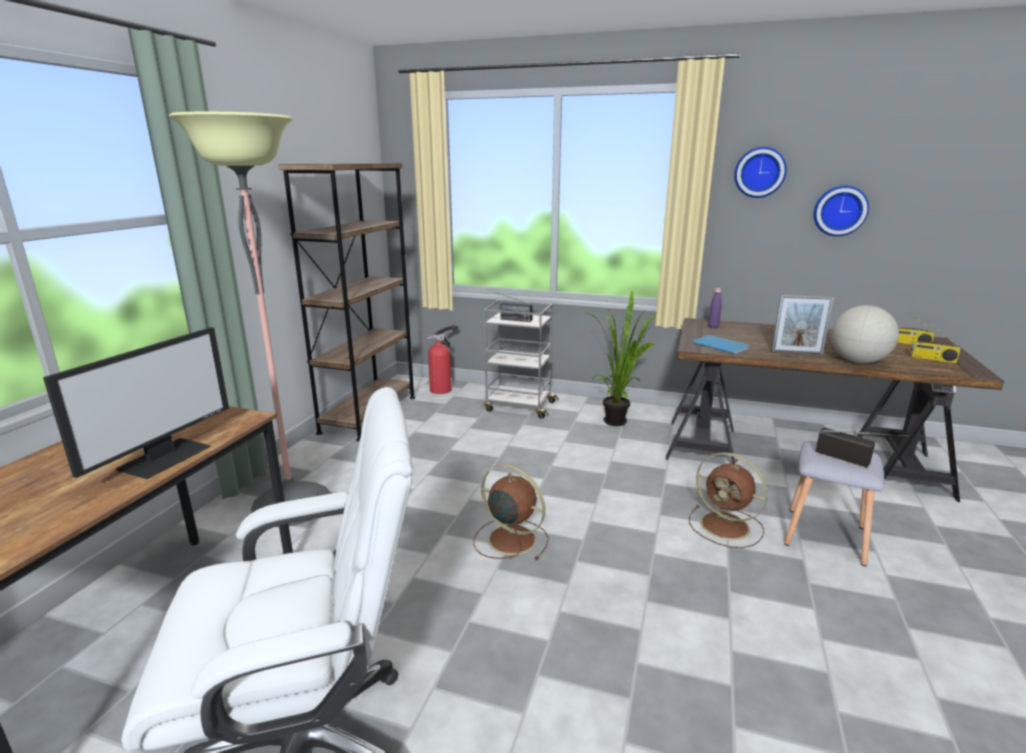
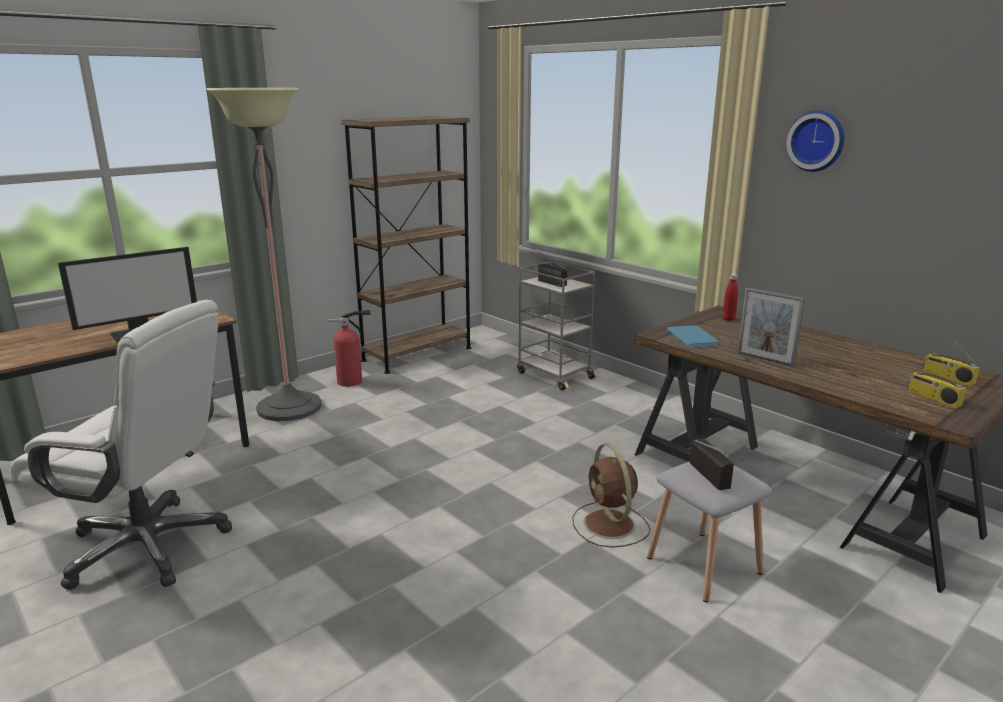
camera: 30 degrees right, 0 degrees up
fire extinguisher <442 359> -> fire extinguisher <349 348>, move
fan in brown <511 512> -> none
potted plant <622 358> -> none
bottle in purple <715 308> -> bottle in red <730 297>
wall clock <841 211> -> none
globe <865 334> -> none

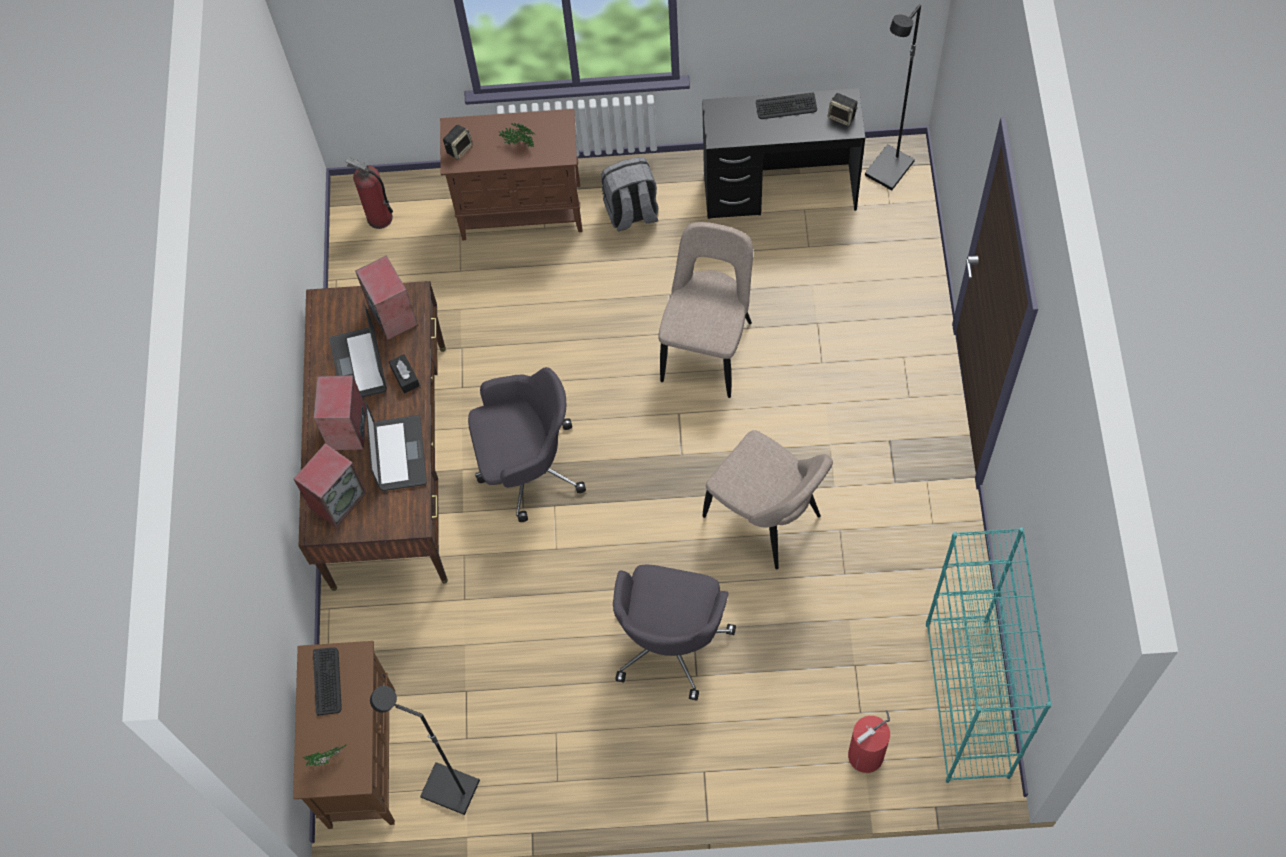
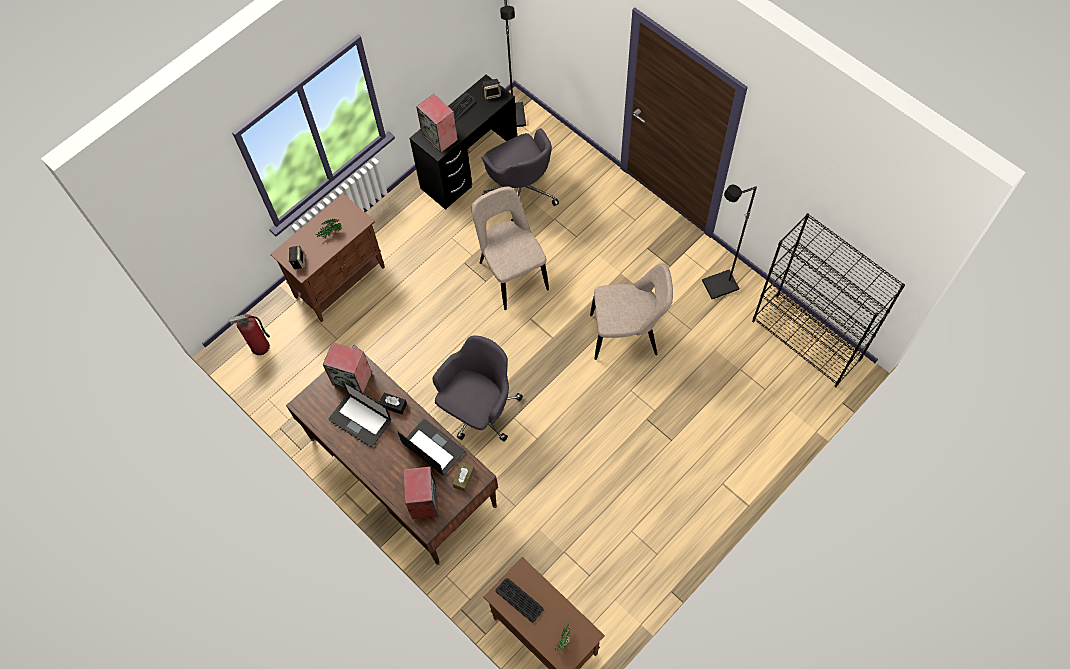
camera: 45 degrees left, 0 degrees up
speaker <340 412> -> speaker <437 123>, move
floor lamp in black <425 750> -> floor lamp in black <729 242>, move
backpack in grey <629 194> -> none
office chair in grey <674 632> -> office chair in grey <520 175>, move
fire extinguisher <869 741> -> none
bookcase in turquoise <989 655> -> bookcase in black <828 300>
none -> tissue box in brown <464 477>

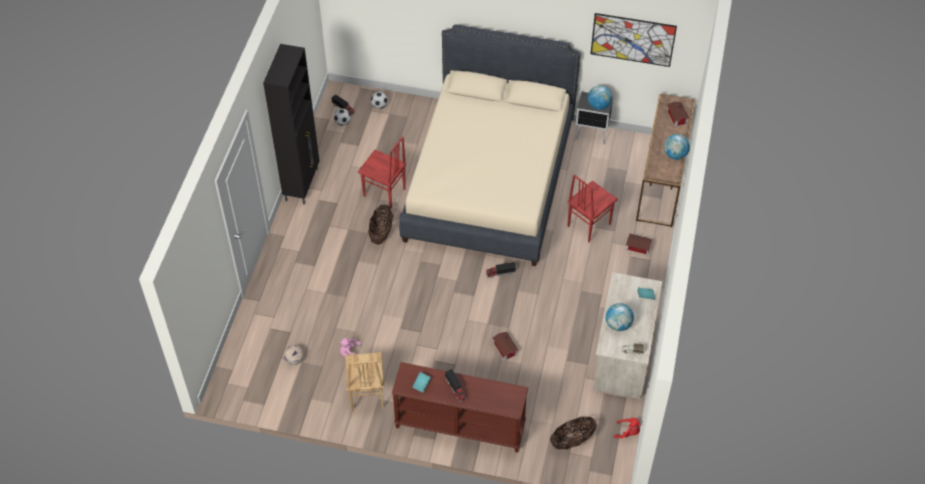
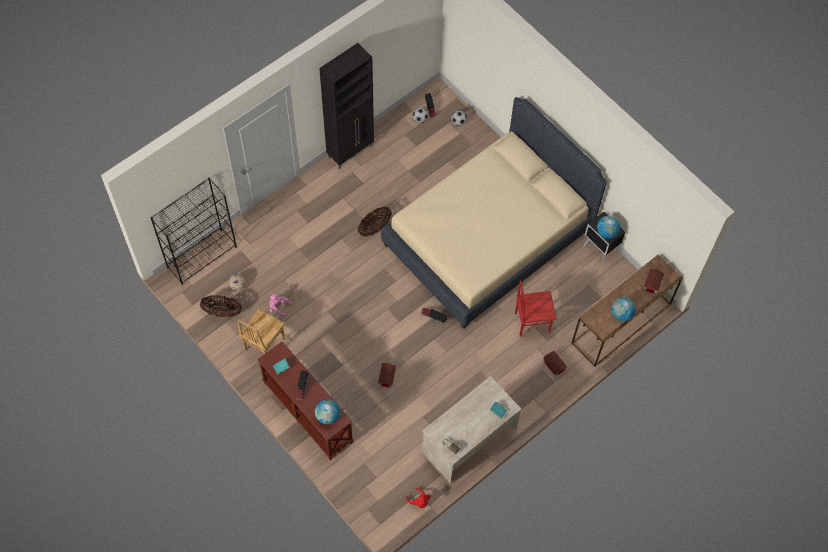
camera: 35 degrees right, 10 degrees up
chair in red <382 172> -> none
basket <573 433> -> basket <221 306>, move
picture <633 40> -> none
globe <620 317> -> globe <327 411>, move
none -> bookcase in black <193 231>

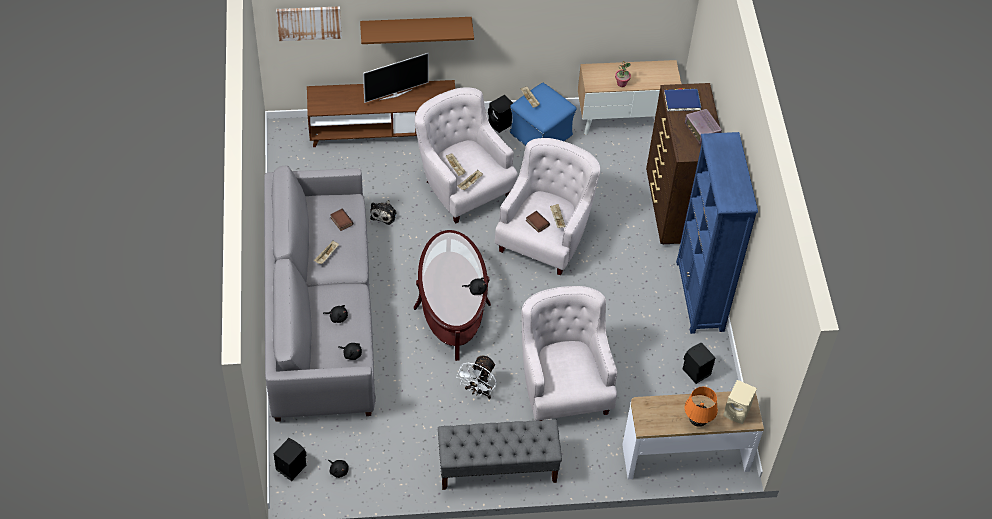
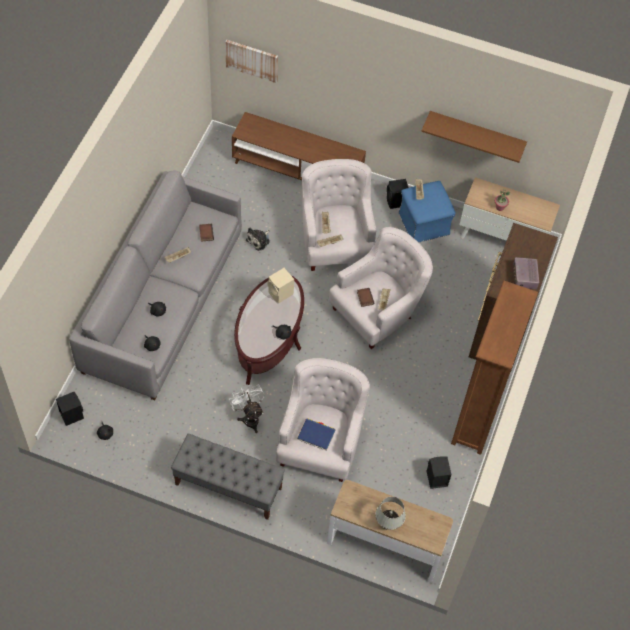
camera: 25 degrees right, 5 degrees up
shelf in brown <417 30> -> shelf in brown <474 137>, move
television <396 78> -> none
fan in white <476 377> -> fan in white <247 408>, 105 degrees clockwise
book in blue <682 99> -> book in blue <316 434>, move
bookcase in blue <717 233> -> bookcase in brown <494 367>
table lamp in orange <701 407> -> table lamp in white <390 513>
speaker in beige <740 402> -> speaker in beige <281 286>, move

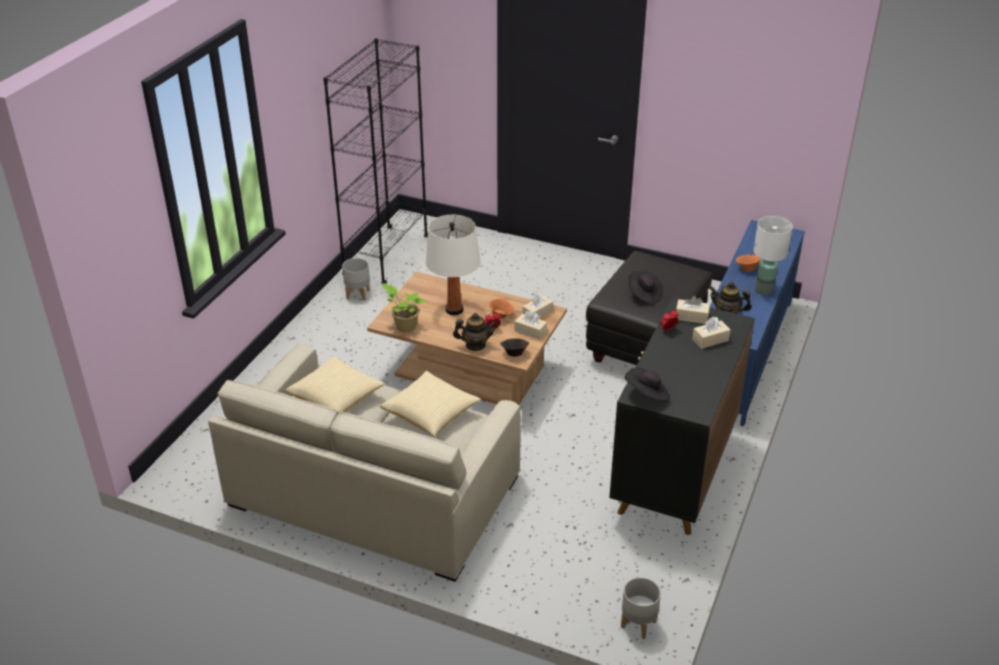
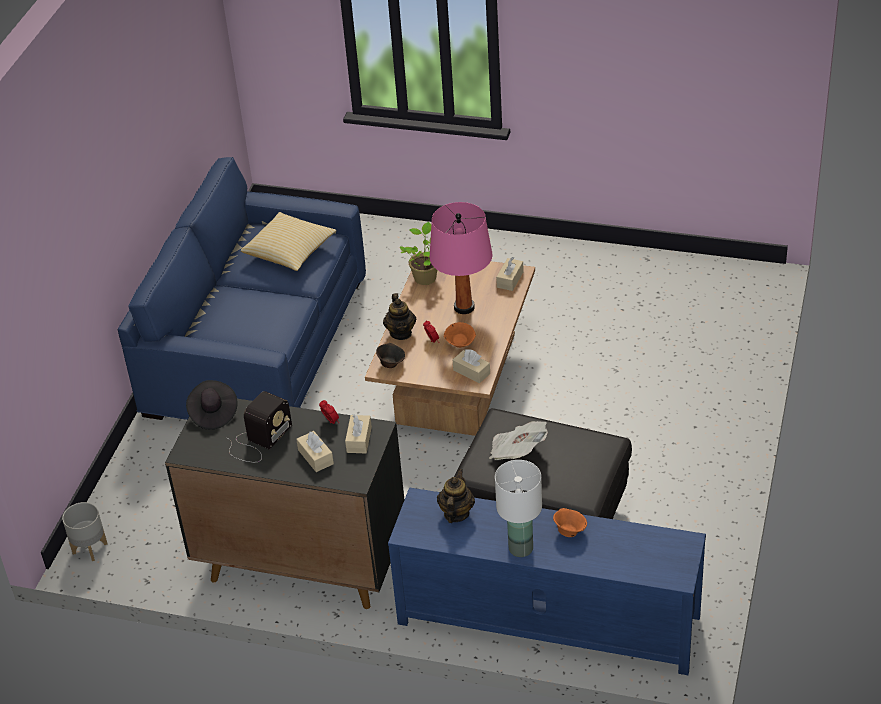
camera: 85 degrees right, 5 degrees up
sofa in beige <364 463> -> sofa in blue <242 288>
bookcase in black <375 161> -> none
planter in grey <356 279> -> none
pillow <430 404> -> none
table lamp in white <453 264> -> table lamp in pink <461 258>
tissue box in beige <531 325> -> tissue box in beige <510 274>, move
hat in black <646 287> -> newspaper <518 440>
none -> radio <259 426>

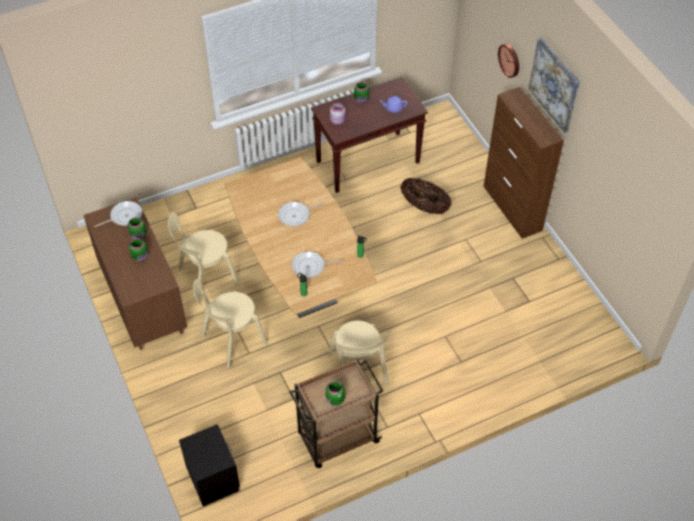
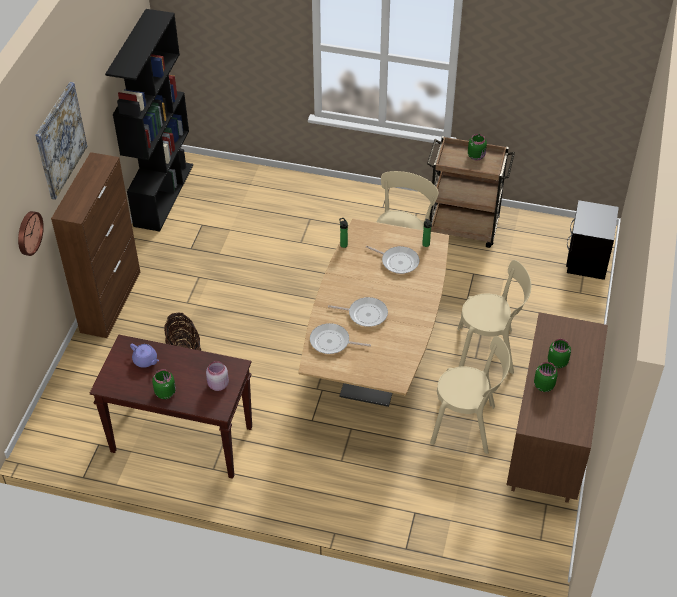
camera: 140 degrees left, 5 degrees down
frying pan <118 214> -> frying pan <340 338>, move
none -> bookcase in black <149 120>

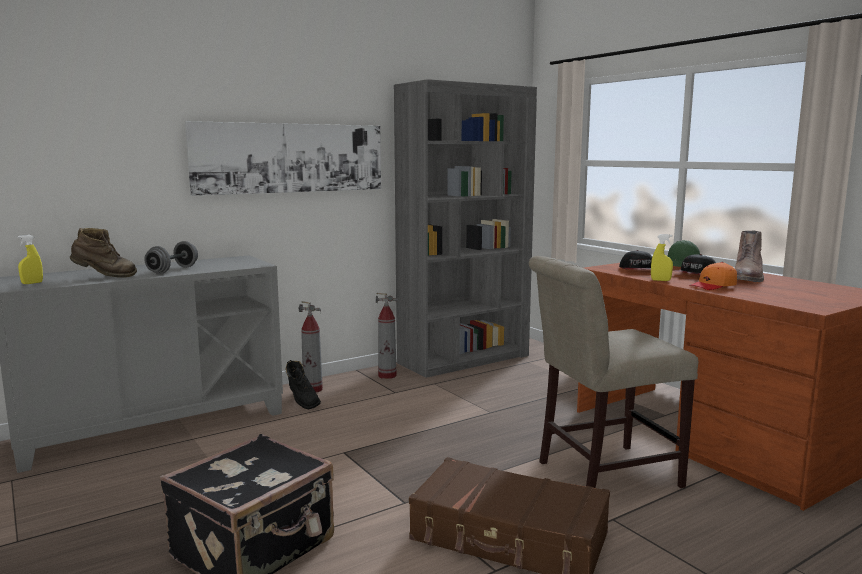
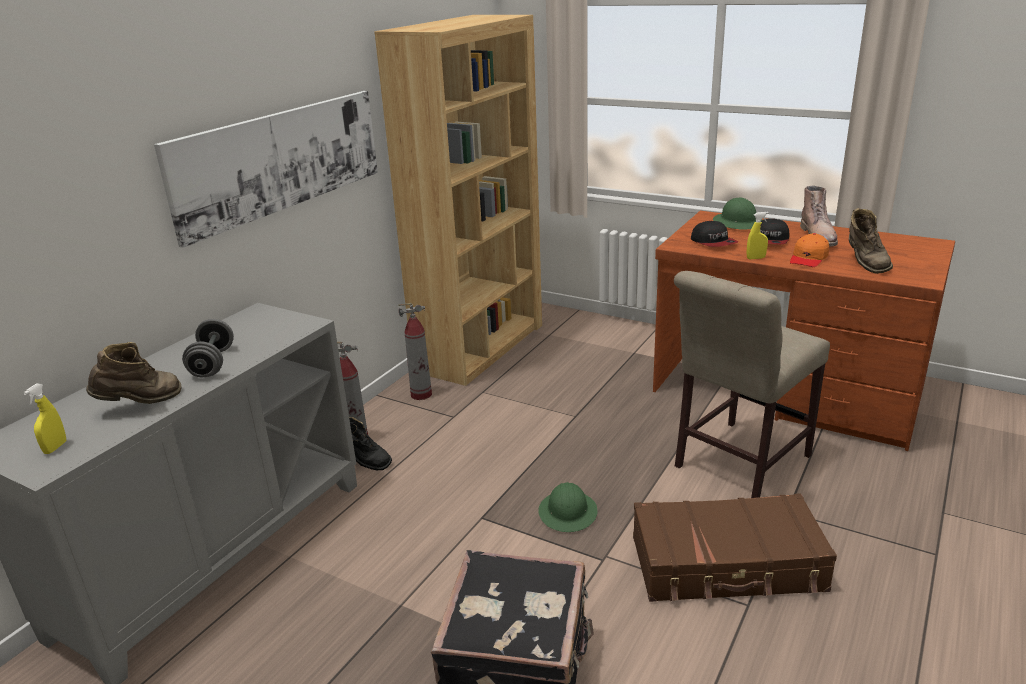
camera: 25 degrees left, 15 degrees up
bookcase in grey <465 228> -> bookcase in brown <458 200>
none -> hard hat in green <567 507>
none -> boot in brown <871 241>

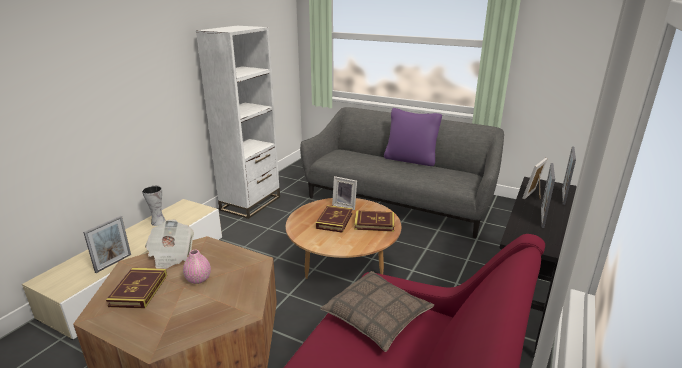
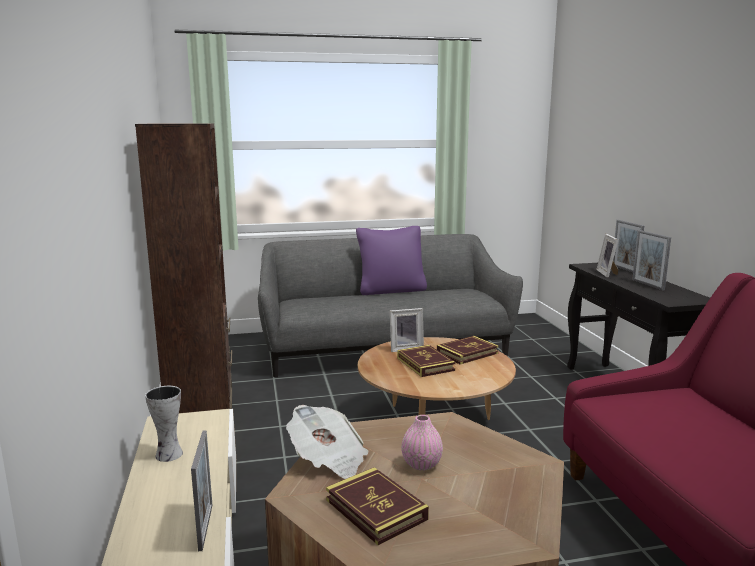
camera: 40 degrees left, 10 degrees down
bookcase in white <238 122> -> bookcase in brown <183 268>
pillow <377 311> -> none

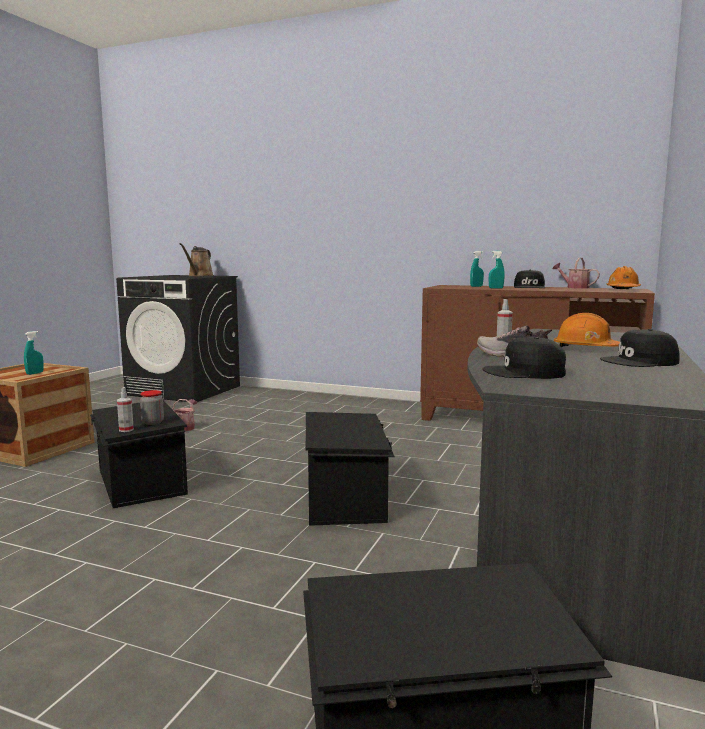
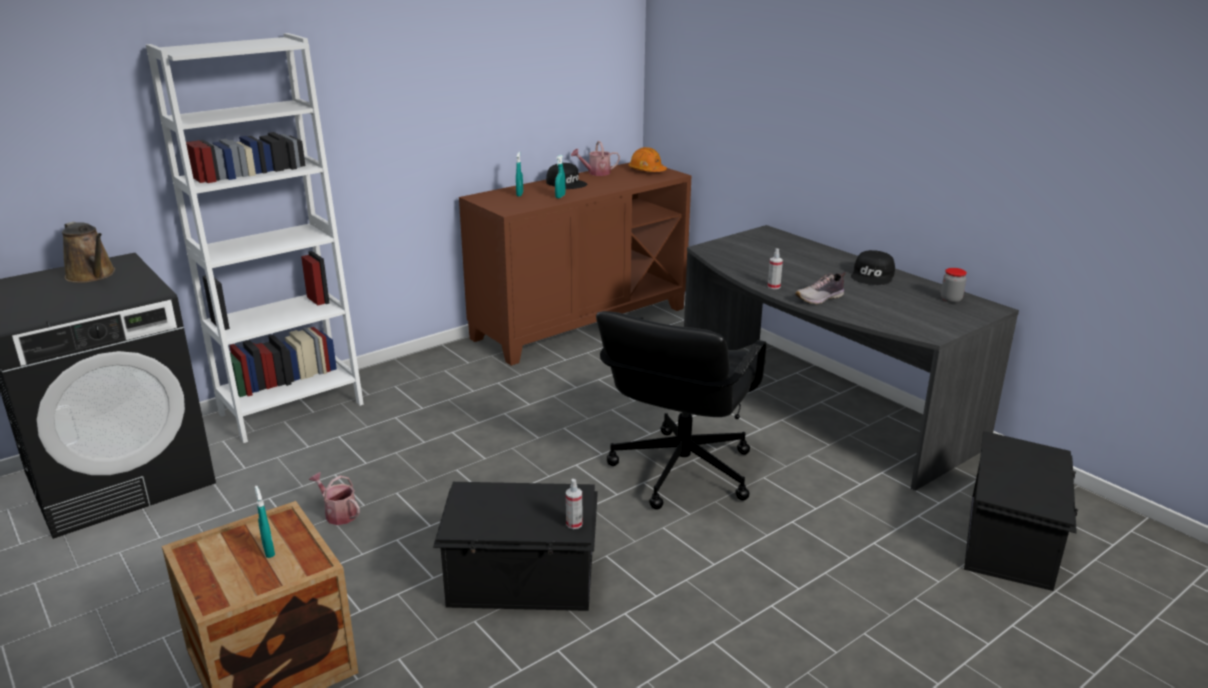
camera: 60 degrees left, 15 degrees up
jar <152 407> -> jar <954 285>, move
storage box in black <350 469> -> office chair in black <681 410>
cap in black <524 358> -> none
hard hat in orange <587 330> -> none
none -> bookcase in white <255 238>

